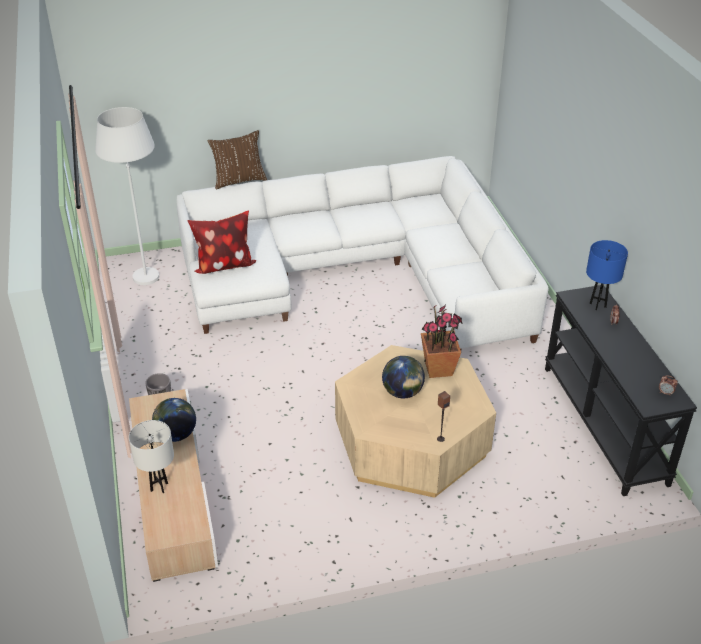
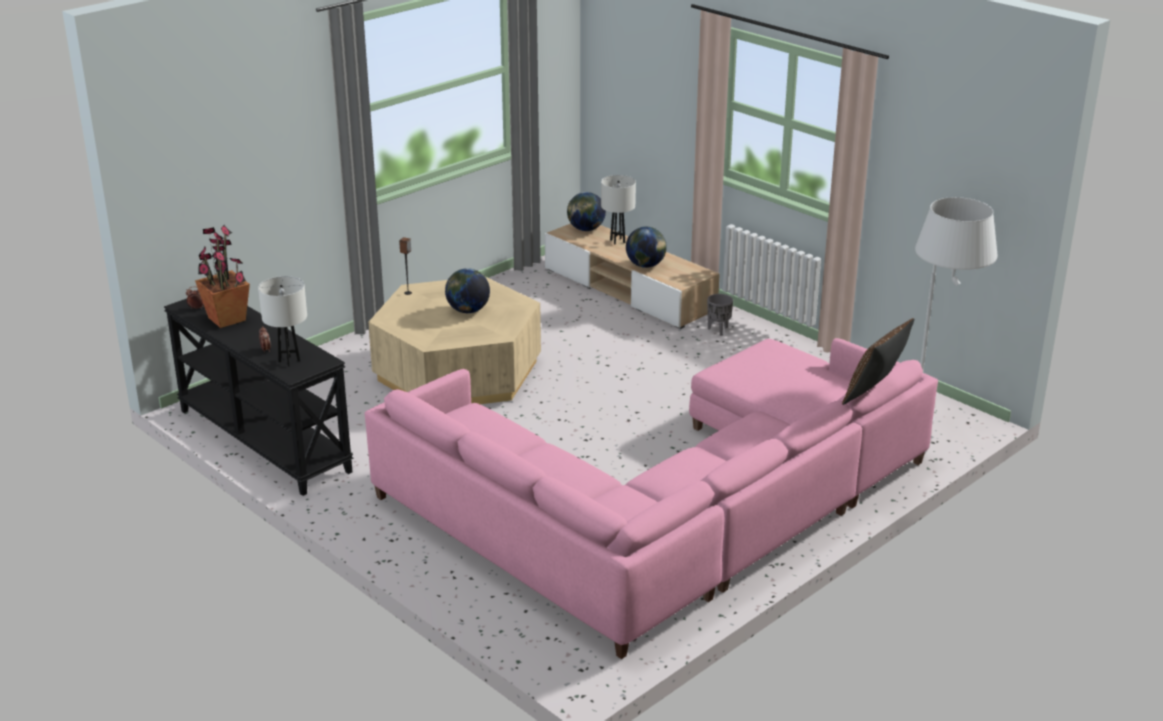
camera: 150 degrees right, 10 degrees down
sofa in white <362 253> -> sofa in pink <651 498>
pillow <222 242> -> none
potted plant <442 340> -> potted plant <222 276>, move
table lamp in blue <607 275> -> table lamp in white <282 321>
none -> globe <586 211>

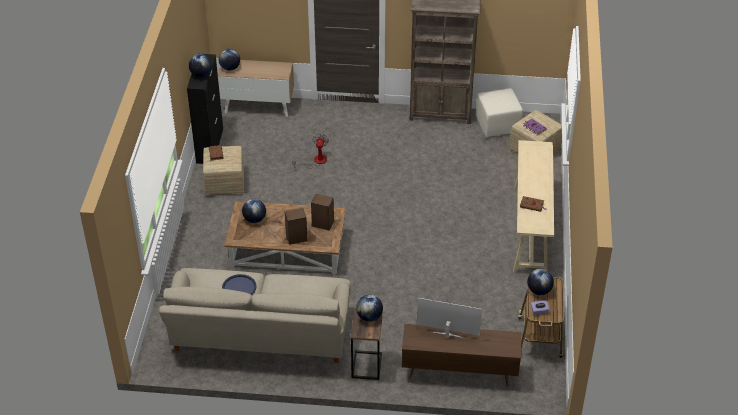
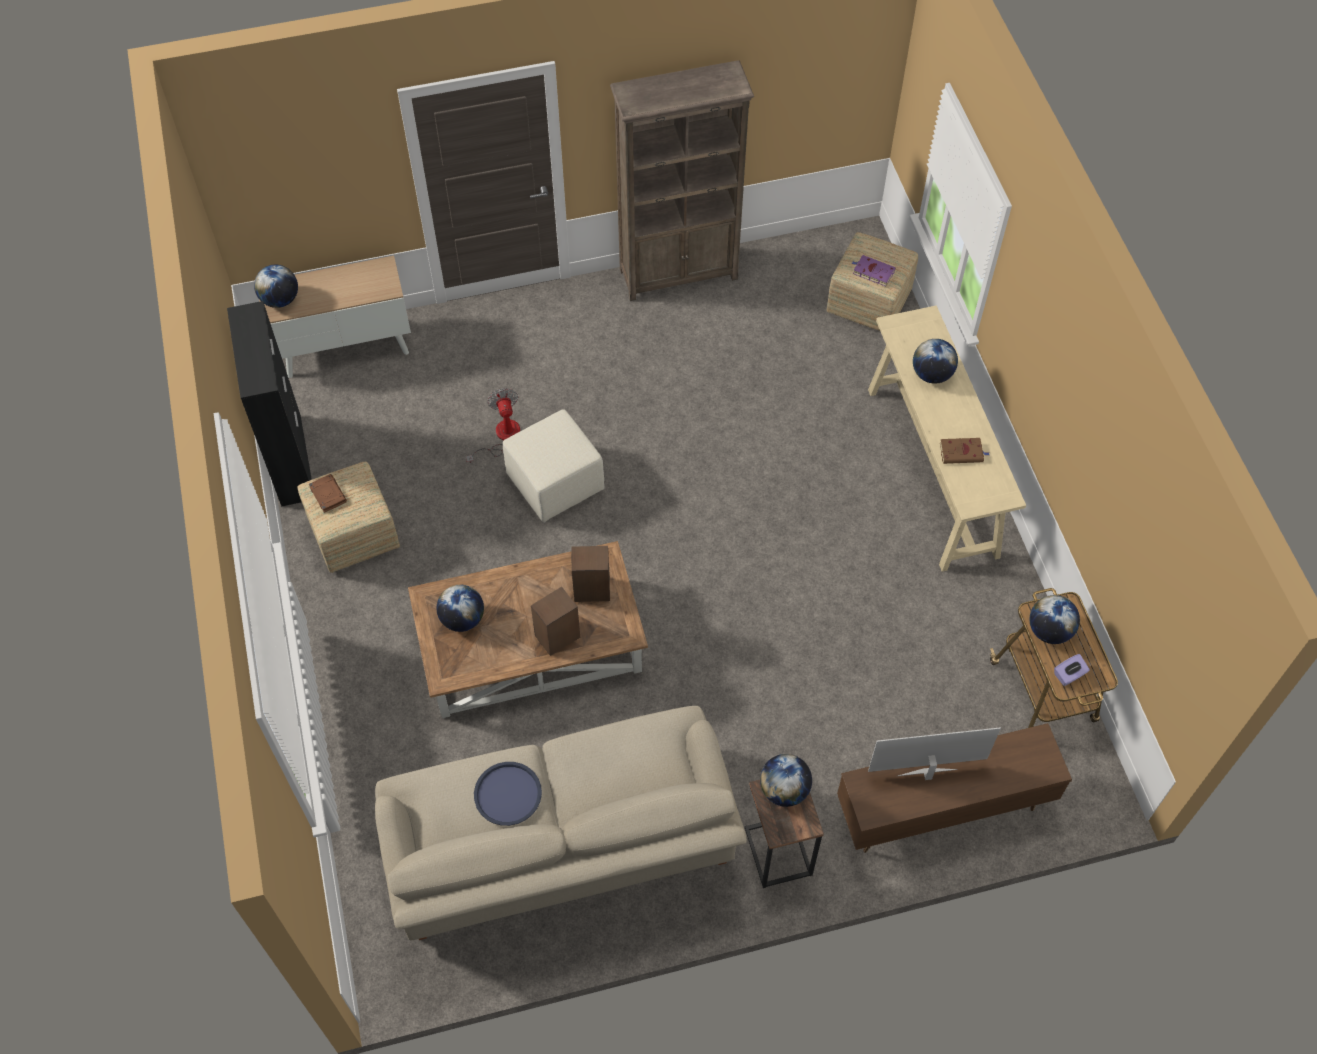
camera: 20 degrees left, 15 degrees up
globe <200 65> -> globe <935 361>, move
ottoman in beige <499 112> -> ottoman in beige <553 465>, move

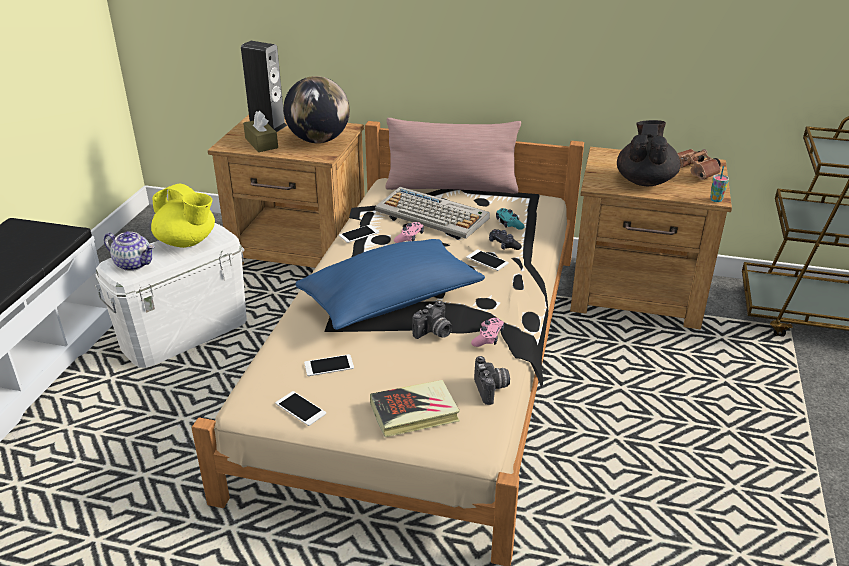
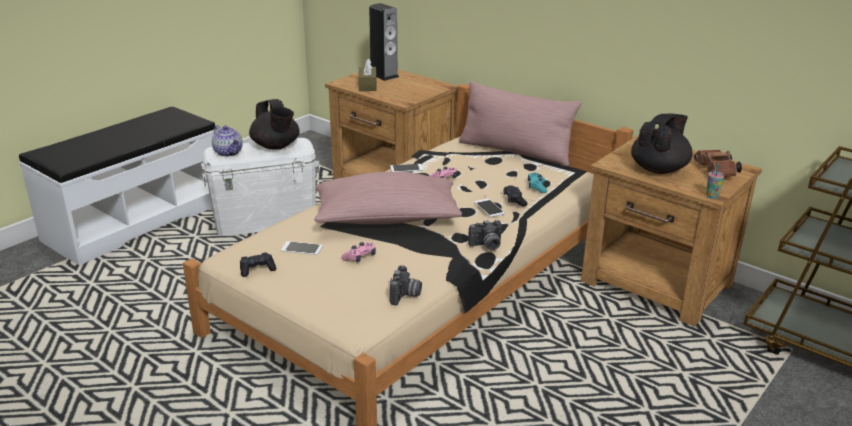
camera: 25 degrees right, 5 degrees down
teapot in yellow <183 215> -> teapot in black <274 124>
phone <300 408> -> game controller in black <258 264>
globe <317 109> -> none
pillow in blue <390 284> -> pillow in pink <388 198>
book <415 408> -> none
keyboard <432 213> -> none
photo camera <432 320> -> photo camera <485 235>, move
game controller in pink <487 332> -> game controller in pink <358 252>, move

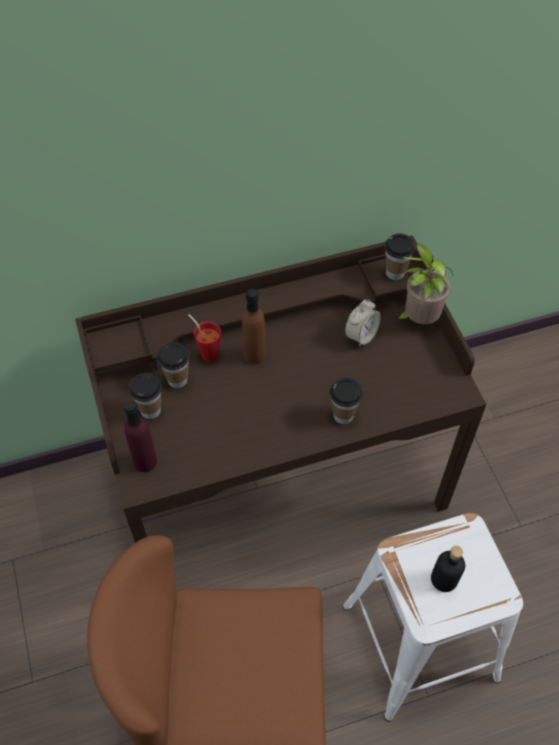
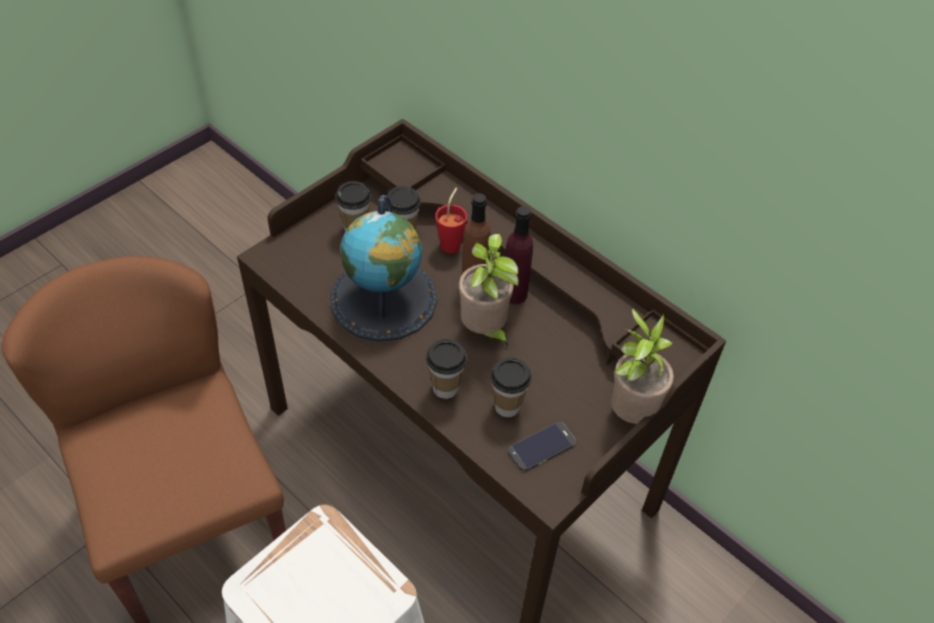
camera: 60 degrees right, 5 degrees down
bottle in purple <140 436> -> bottle in purple <519 255>, move
alarm clock <363 323> -> none
cup <400 257> -> cup <511 387>, move
bottle in black <448 569> -> none
none -> globe <383 268>
none -> potted plant <489 290>
none -> phone <542 446>

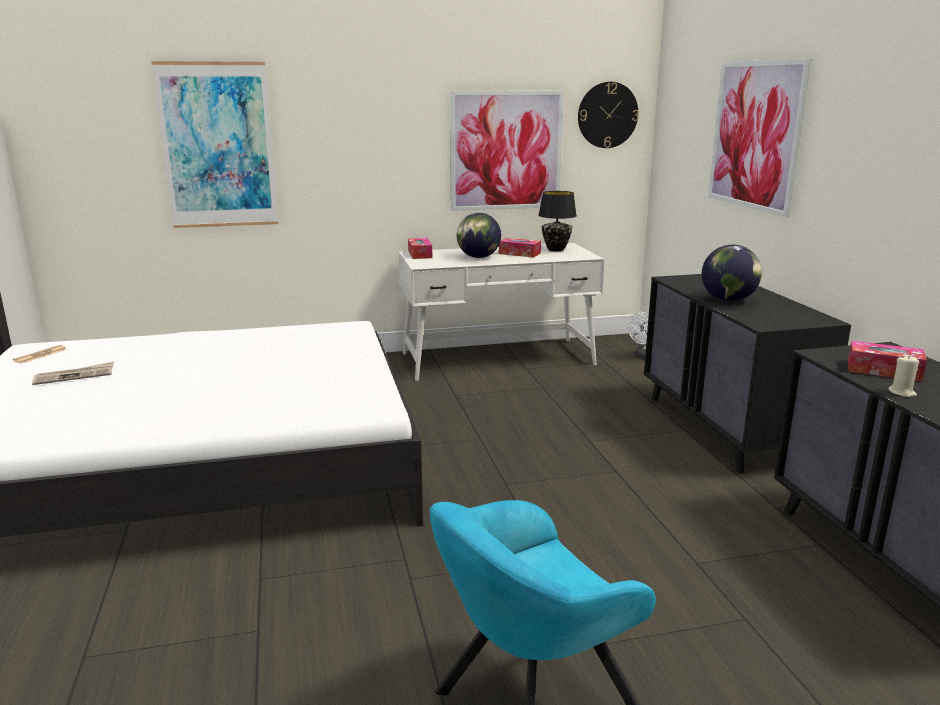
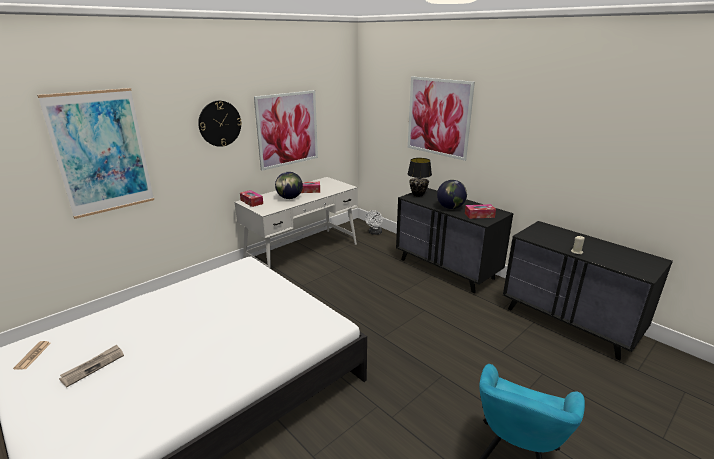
camera: 30 degrees left, 5 degrees up
table lamp in black <557 221> -> table lamp in black <420 177>, move
wall clock <608 115> -> wall clock <220 124>, move
tissue box <887 361> -> tissue box <480 211>, move

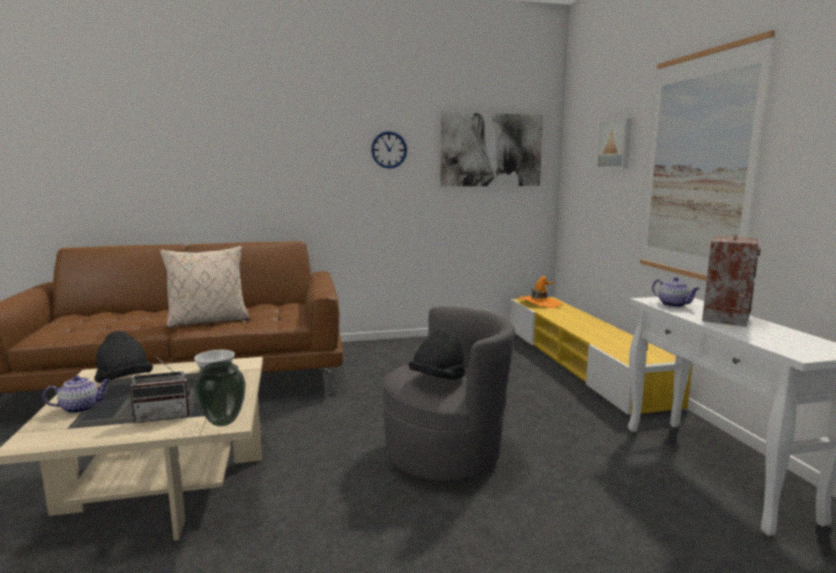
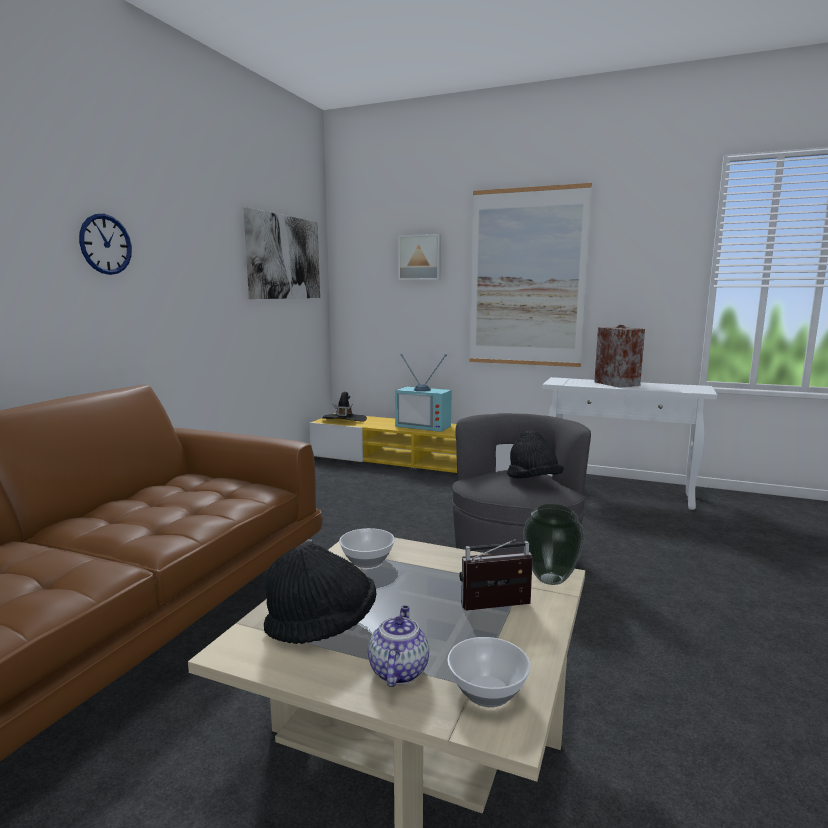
camera: 55 degrees left, 0 degrees up
radio <160 389> -> radio <496 575>, 120 degrees counterclockwise
pillow in beige <204 287> -> none
wall clock <389 150> -> wall clock <105 244>, move
hat in orange <541 292> -> hat in black <344 406>
teapot <676 292> -> none
none -> television <423 393>
none -> bowl <489 672>

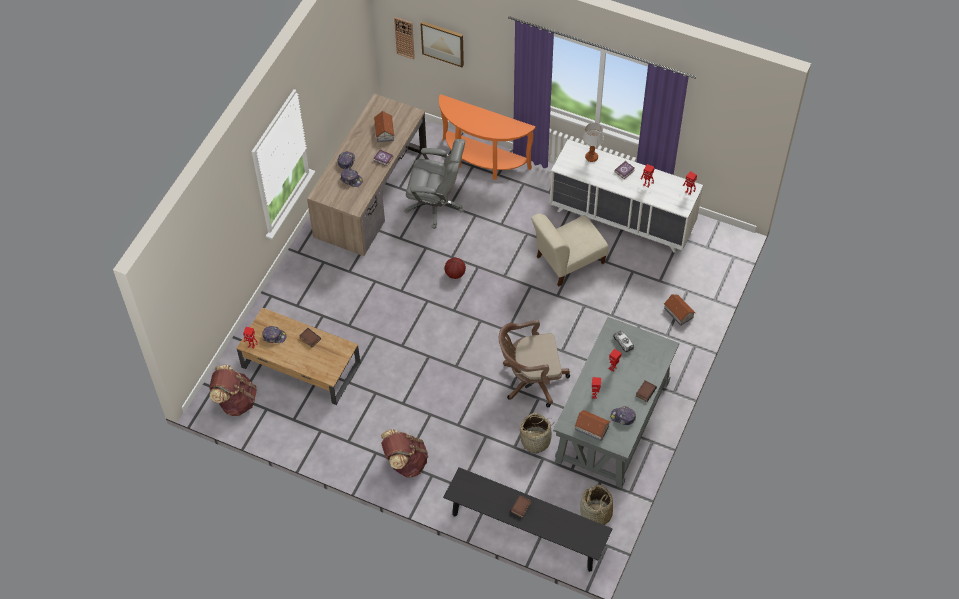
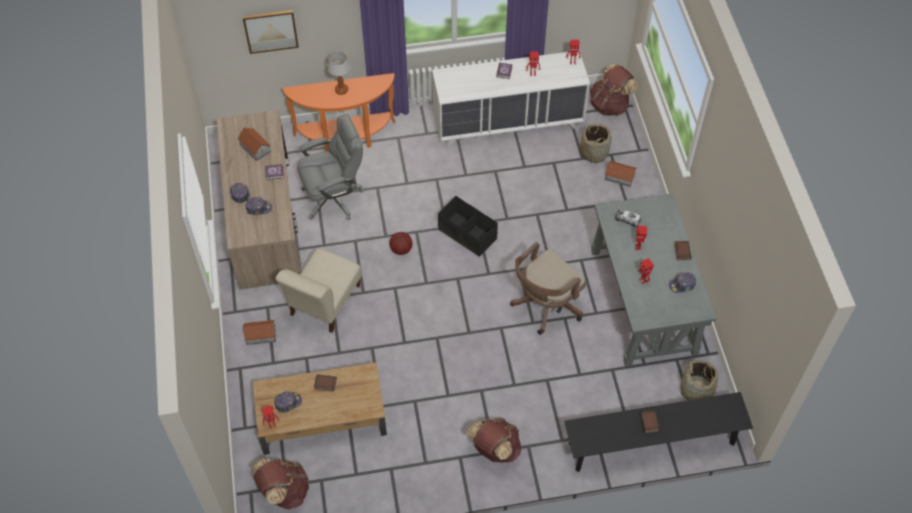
camera: 35 degrees left, 0 degrees up
wall clock <404 38> -> none
basket <536 433> -> basket <595 143>, move
chair in beige <570 250> -> chair in beige <318 290>, move
toy house <593 425> -> toy house <259 332>, move
table lamp <593 142> -> table lamp <338 73>, move
none -> storage box in black <468 226>
none -> backpack in brown <614 90>

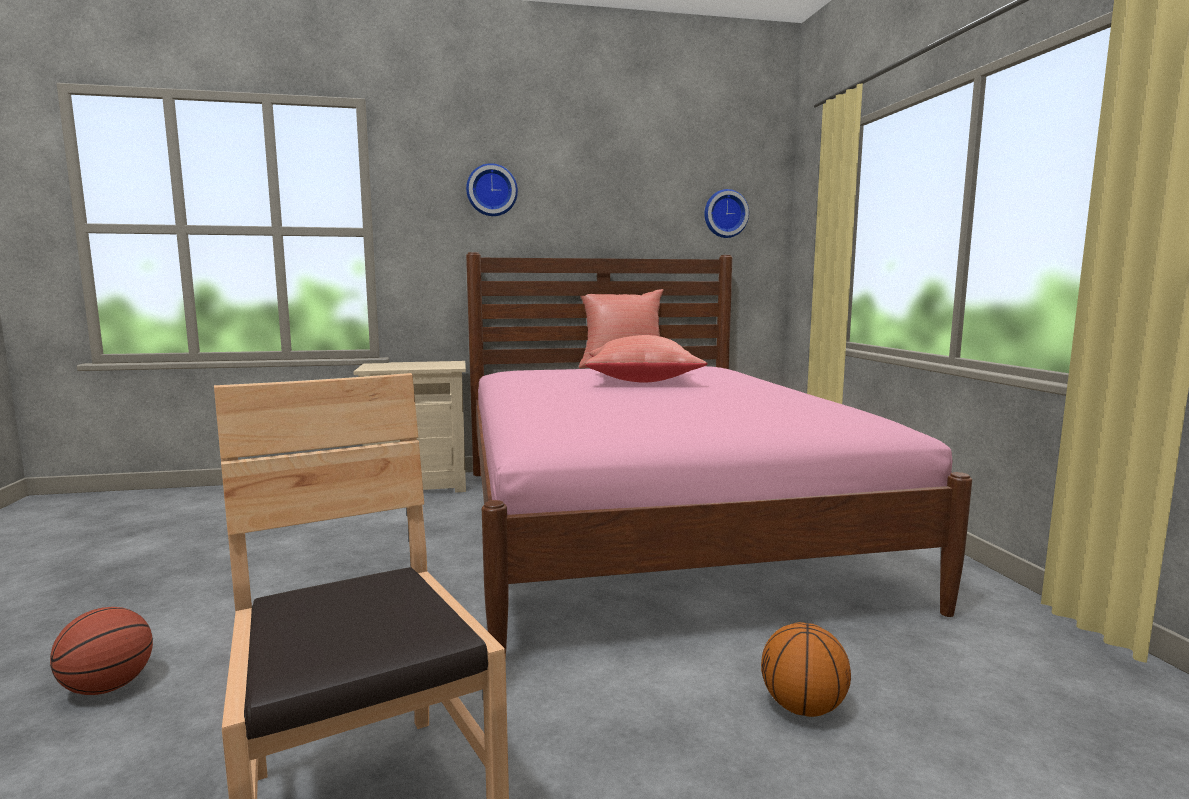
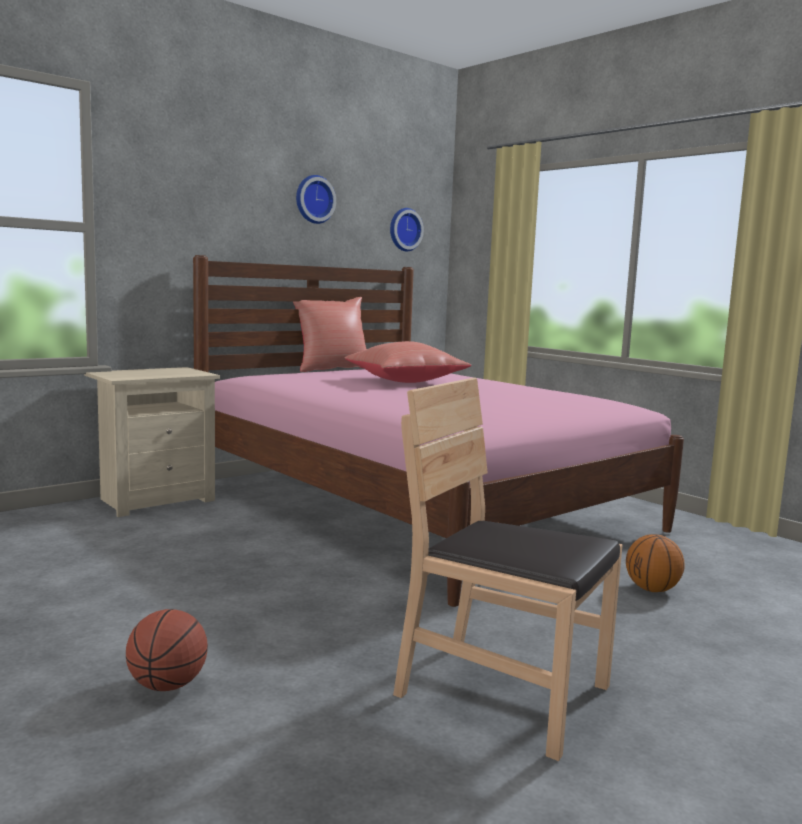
camera: 30 degrees left, 0 degrees up
wall clock <492 189> -> wall clock <316 199>, move

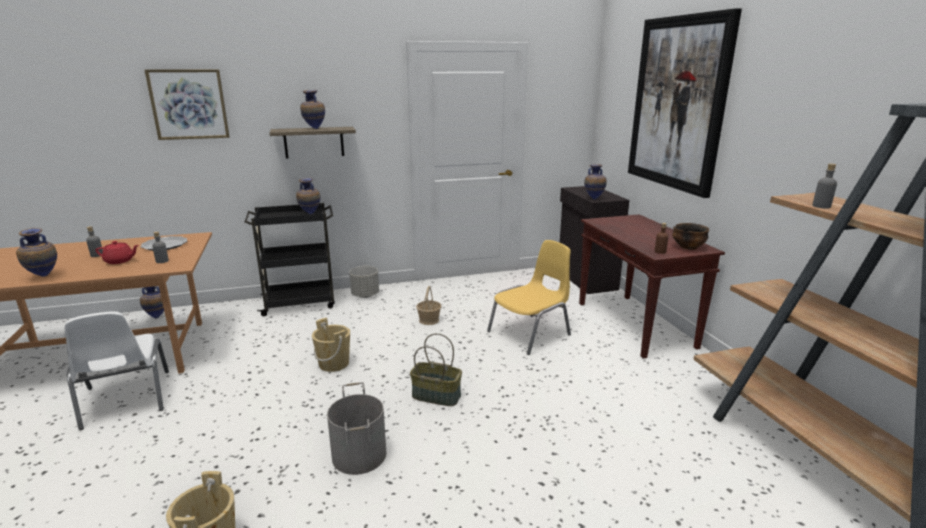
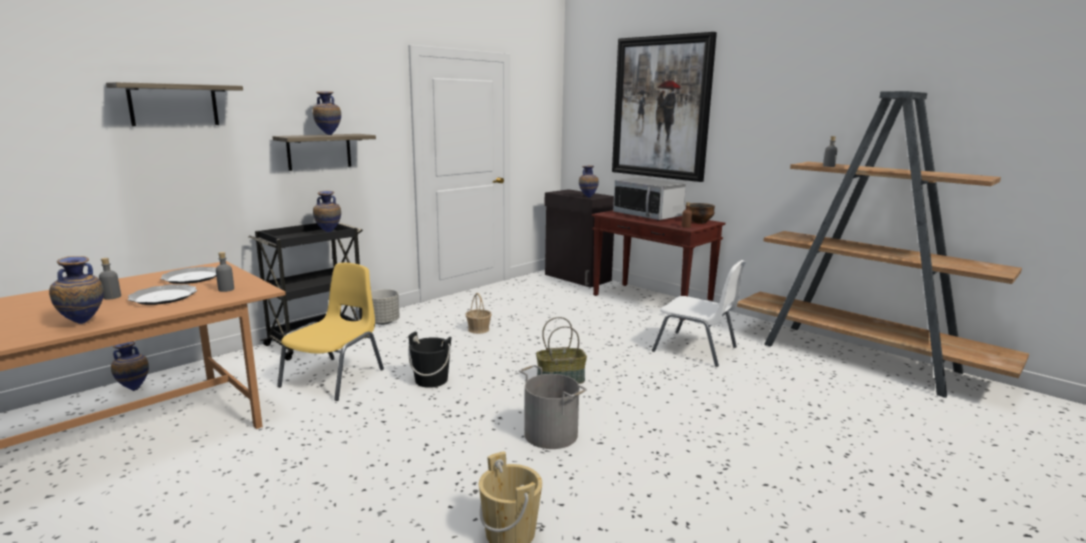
camera: 30 degrees left, 5 degrees down
chair in white <117 371> -> chair in white <699 313>, move
teapot in red <117 252> -> plate <162 294>
picture <187 104> -> shelf <174 104>
bucket in beige <331 345> -> bucket in black <429 360>
chair in yellow <529 297> -> chair in yellow <330 332>, move
none -> microwave <649 198>

